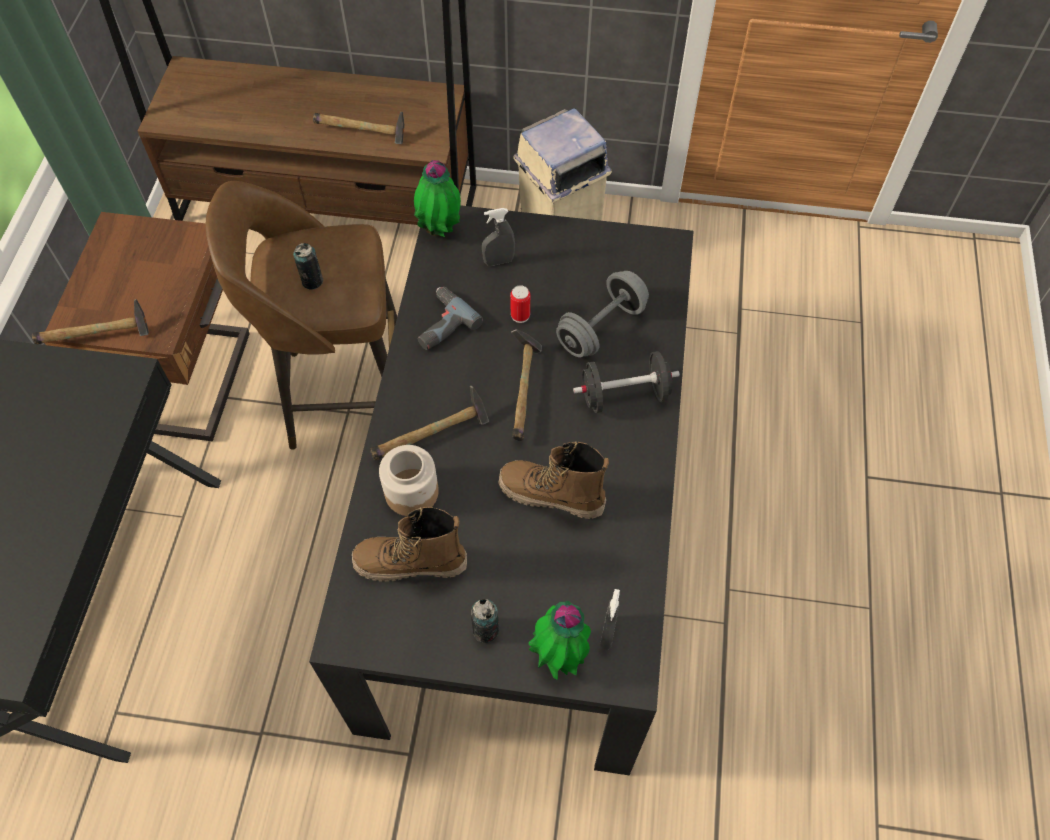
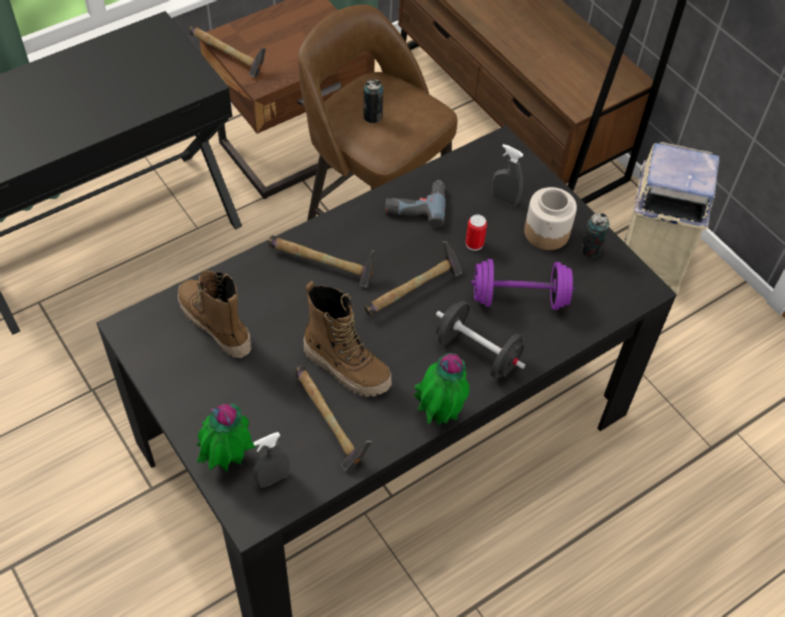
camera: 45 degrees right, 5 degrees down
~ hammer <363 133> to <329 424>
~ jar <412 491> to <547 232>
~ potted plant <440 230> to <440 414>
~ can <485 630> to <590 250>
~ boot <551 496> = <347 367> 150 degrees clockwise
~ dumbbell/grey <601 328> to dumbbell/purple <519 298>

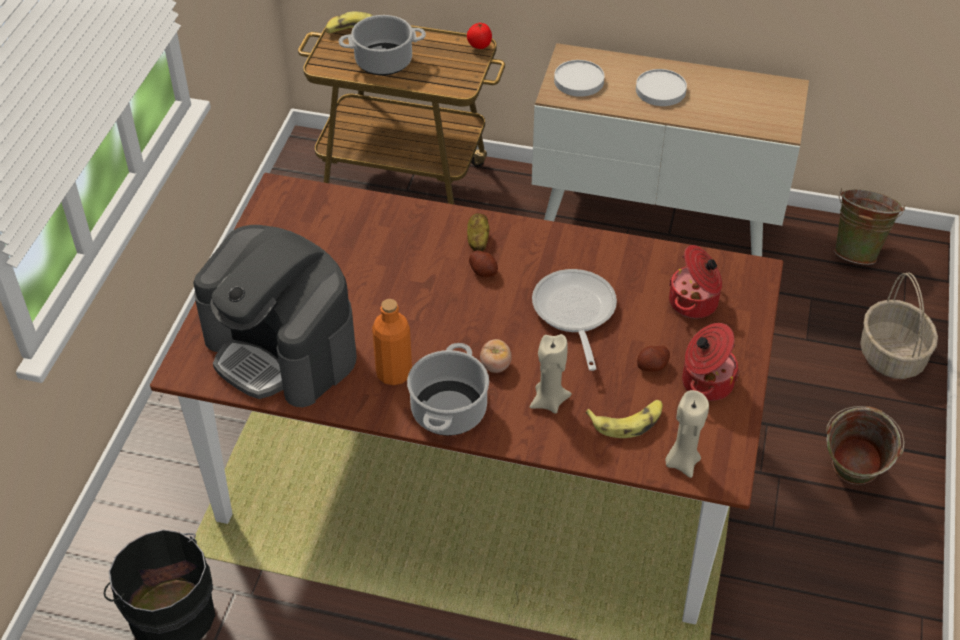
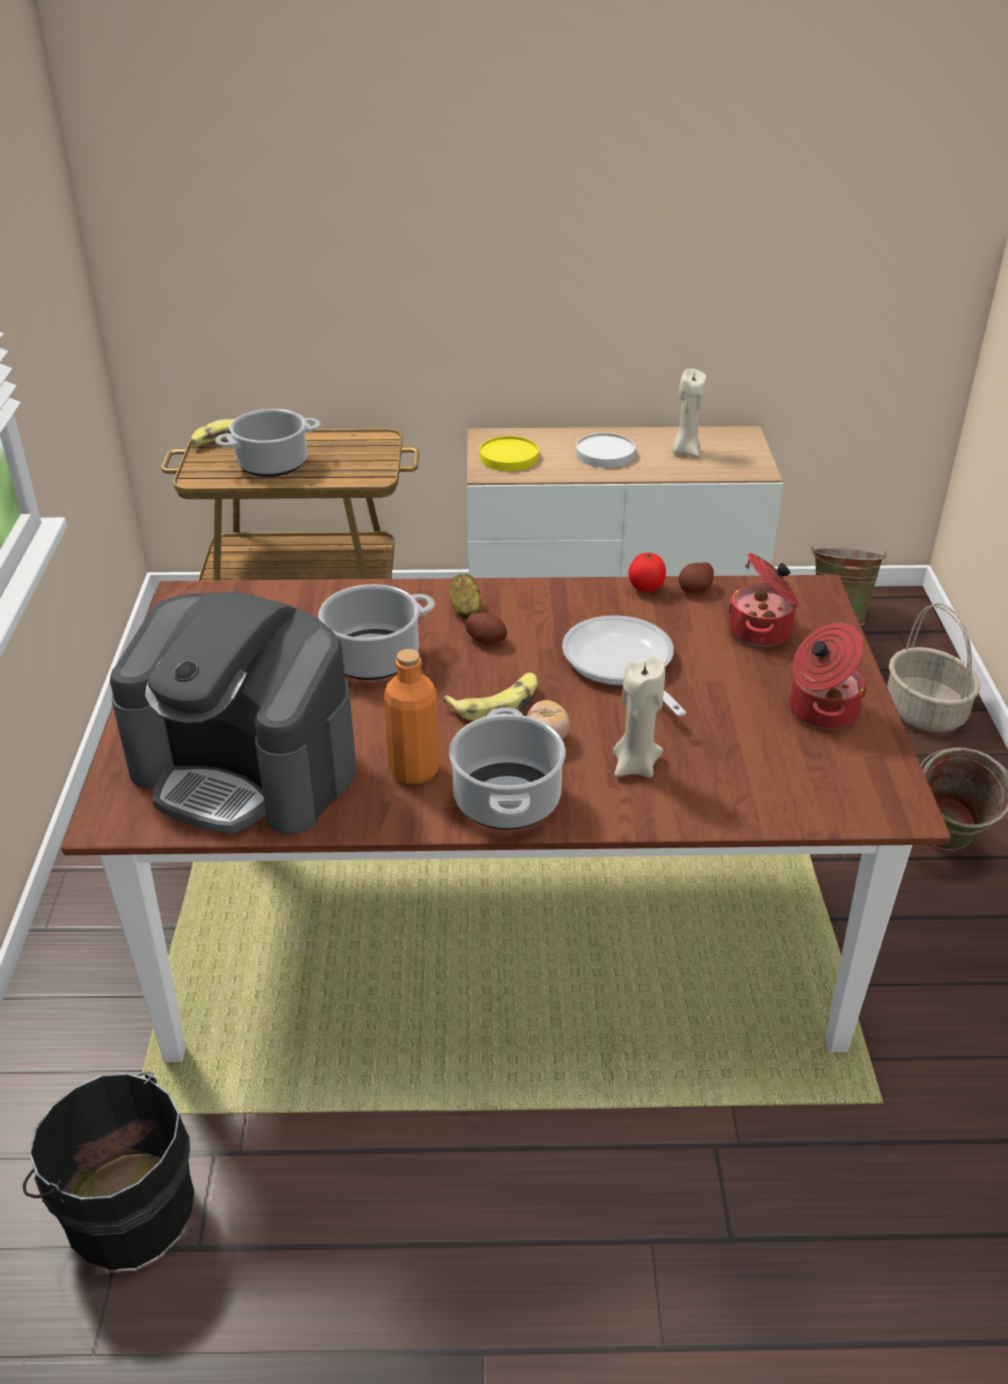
camera: 15 degrees left, 10 degrees down
~ tomato <479 46> to <645 588>
~ plate/white <578 81> to plate/yellow <508 457>
~ banana <627 421> to <497 704>
~ potato <652 366> to <695 589>
~ candle/beige <682 462> to <685 451>
+ cooking pot <373 657>

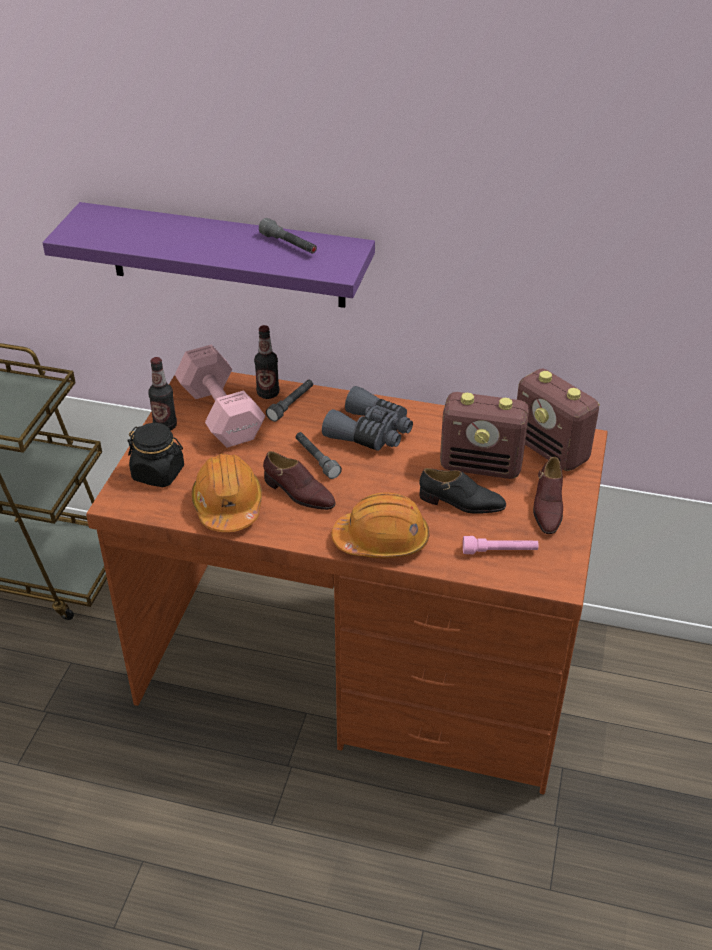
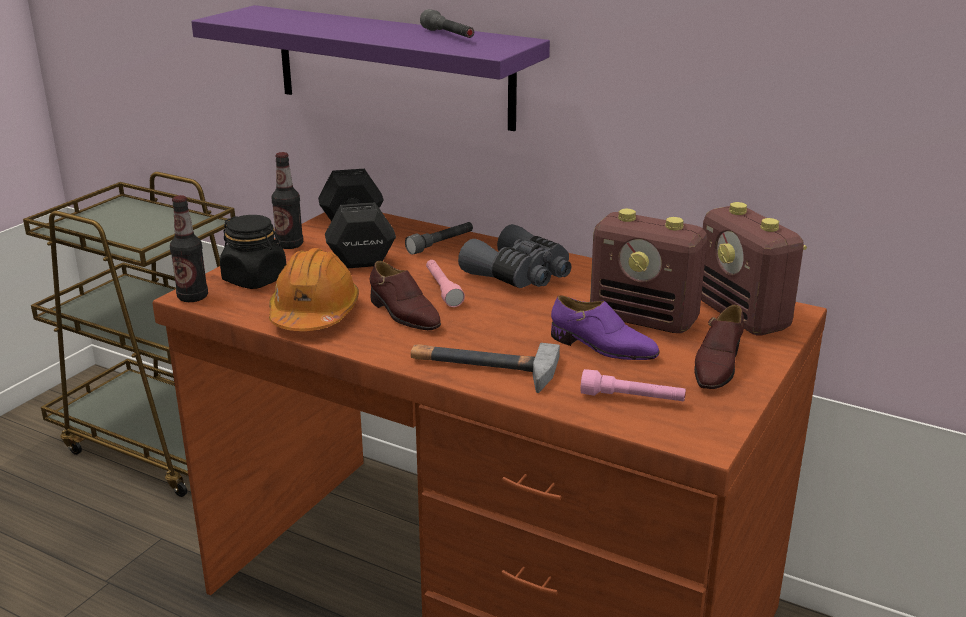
camera: 15 degrees right, 15 degrees down
~ dumbbell/pink <221 416> to dumbbell/black <355 244>
~ bottle <268 393> to <193 297>
~ flashlight/grey <316 460> to flashlight/pink <442 290>
~ hard hat/orange <382 540> to hammer <481 368>
~ shoe/black <461 503> to shoe/purple <602 348>

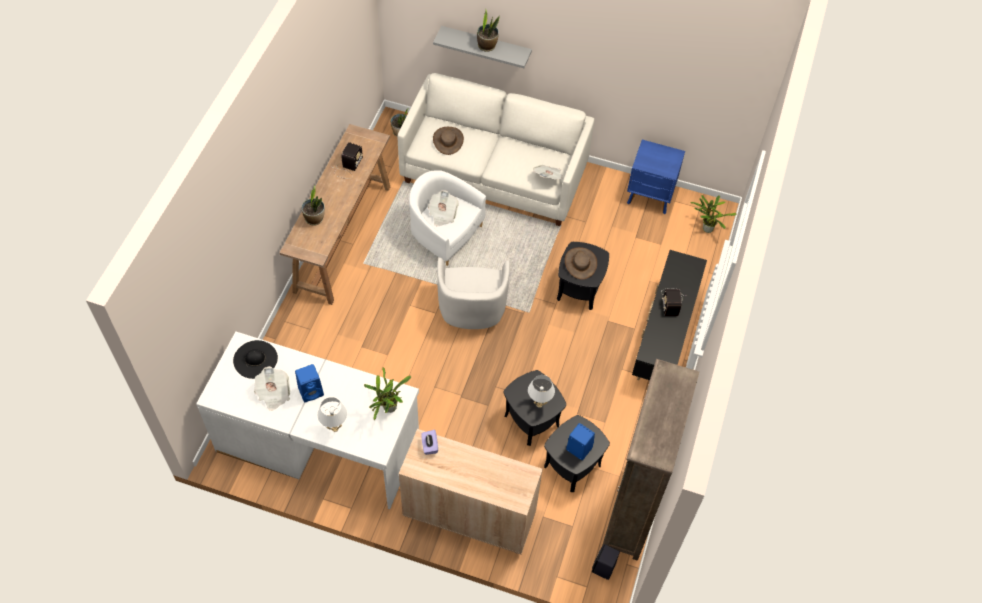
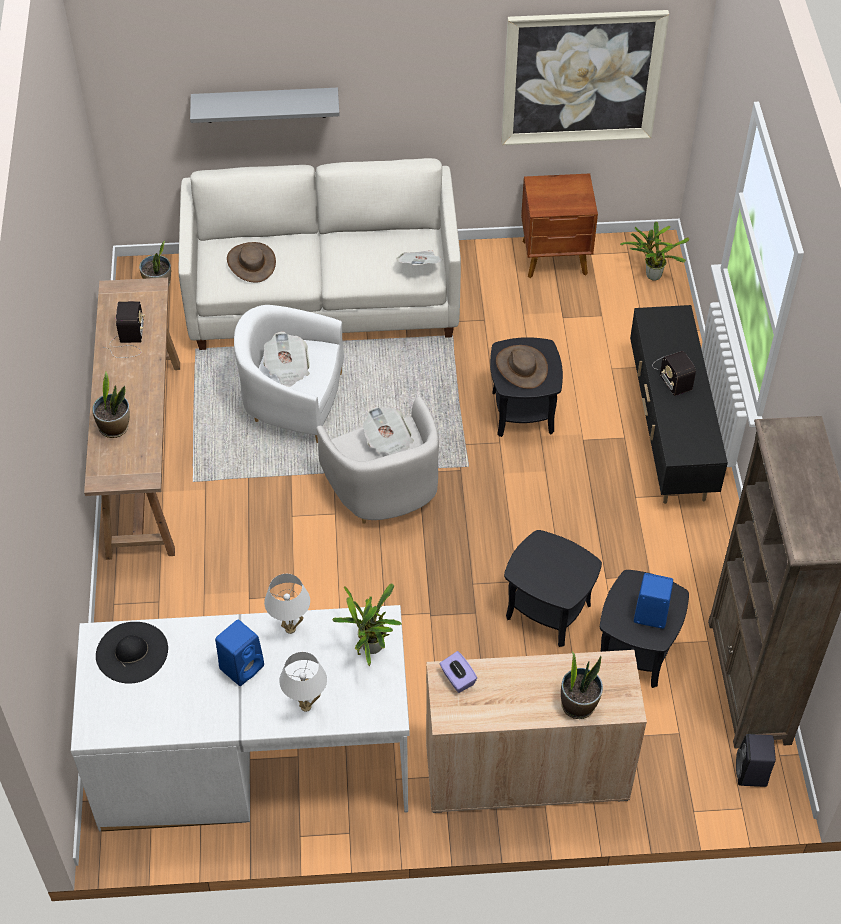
camera: 20 degrees left, 5 degrees down
~ newspaper <273 393> to <388 442>
~ potted plant <487 46> to <578 704>
~ table lamp/white <539 404> to <290 629>
~ nightstand/blue <650 196> to nightstand/brown <555 258>
+ picture <581 77>

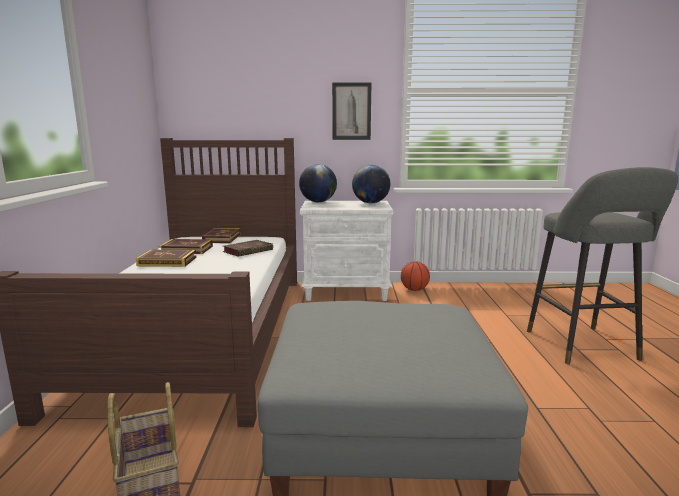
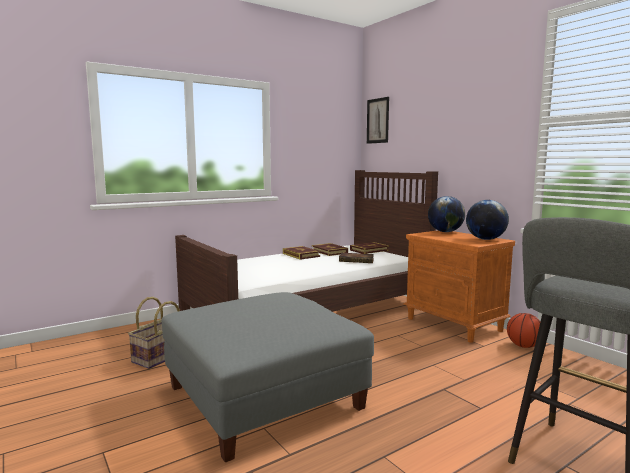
camera: 55 degrees right, 5 degrees down
~ nightstand/white <347 292> to nightstand/orange <454 324>
~ picture <351 111> to <377 121>

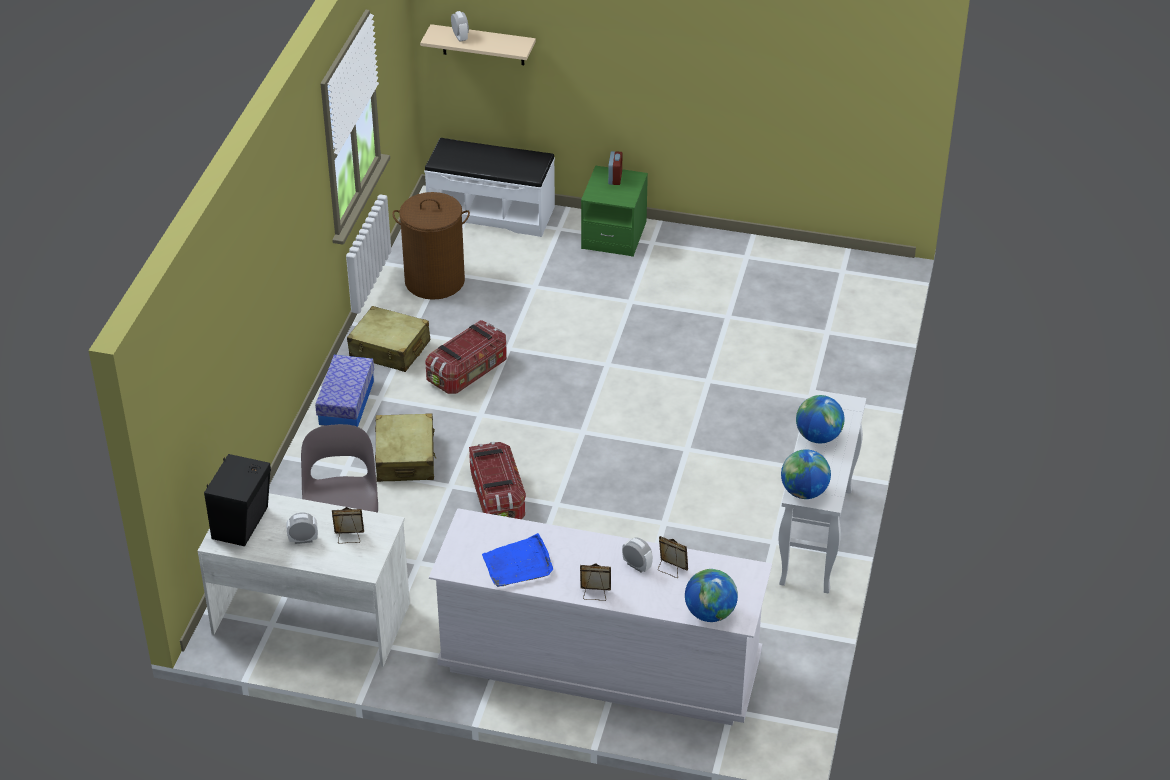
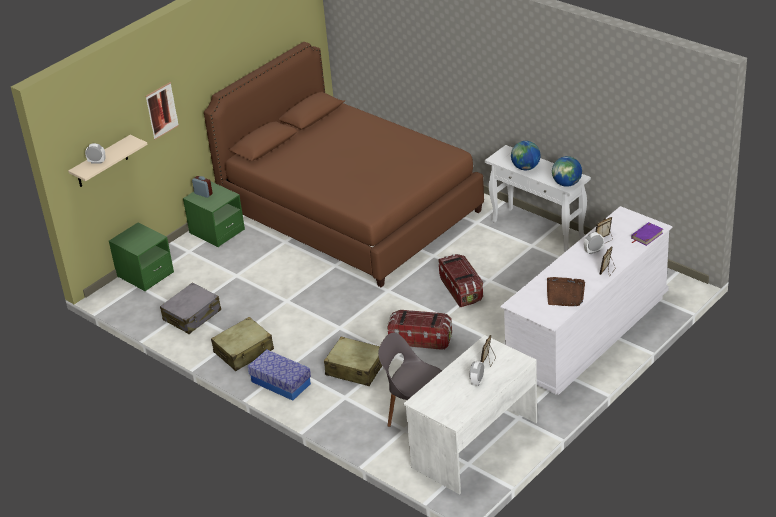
camera: 60 degrees left, 5 degrees down
- speaker/black <243 523>
~ laundry basket/brown <435 281> to suitcase/grey <192 315>
~ bench/white <491 212> to nightstand/green <145 274>
~ storage box <468 372> to <461 290>
~ tray/blue <518 564> to tray/brown <565 293>
~ globe <710 613> to book/purple <646 235>
+ picture <162 110>
+ bed/brown <351 212>

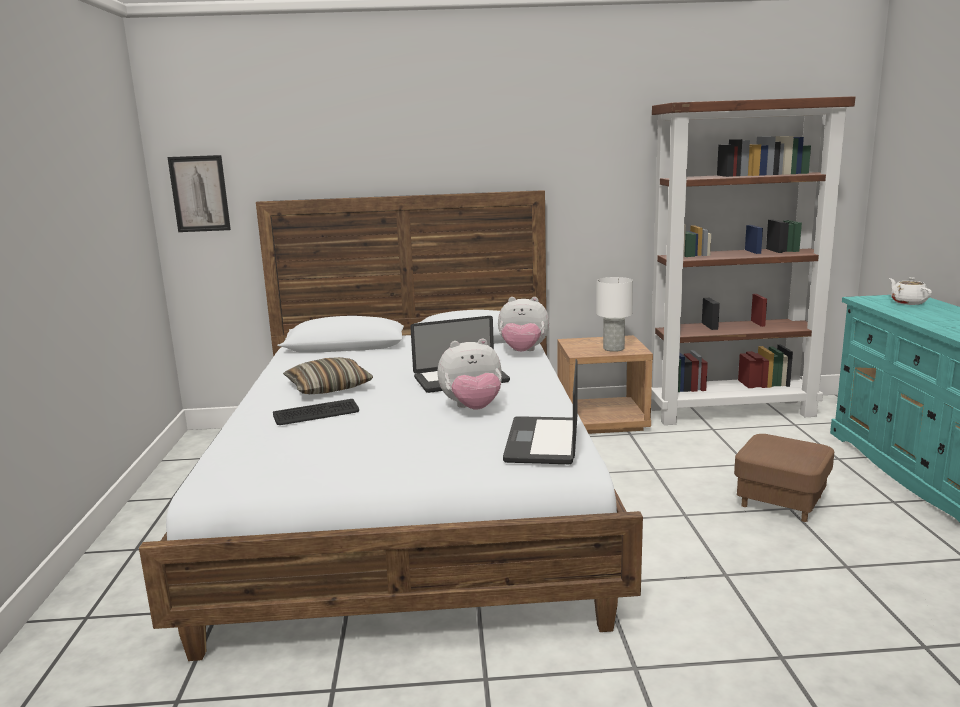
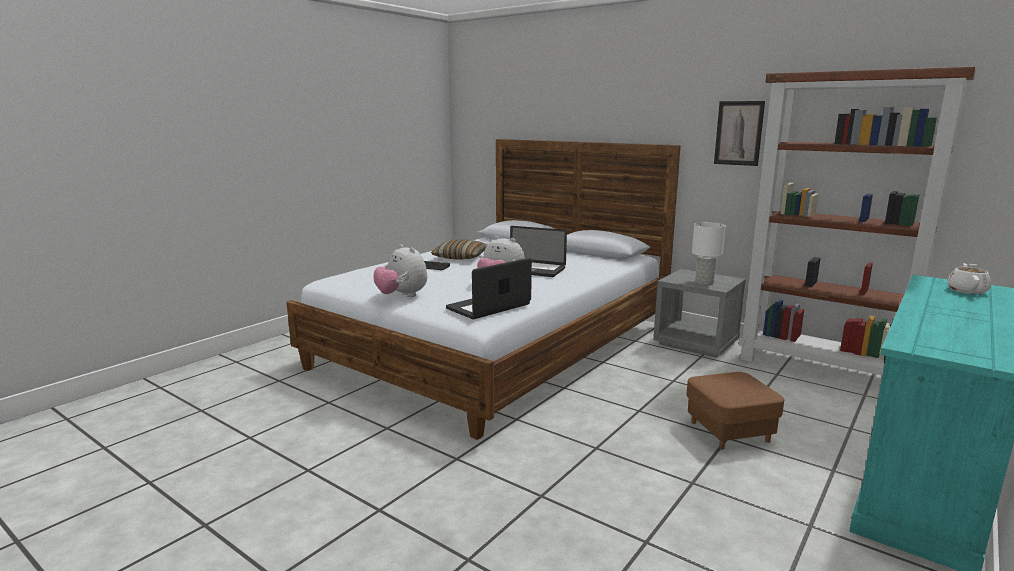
camera: 40 degrees right, 0 degrees up
~ picture <199 194> to <738 133>
~ plush toy <523 352> to <402 296>
~ nightstand/brown <602 421> to nightstand/grey <696 343>

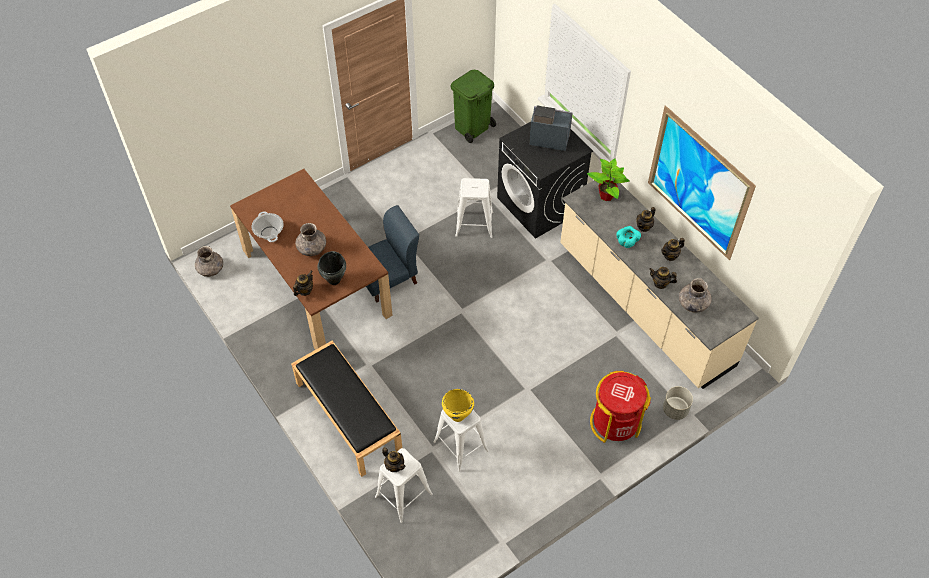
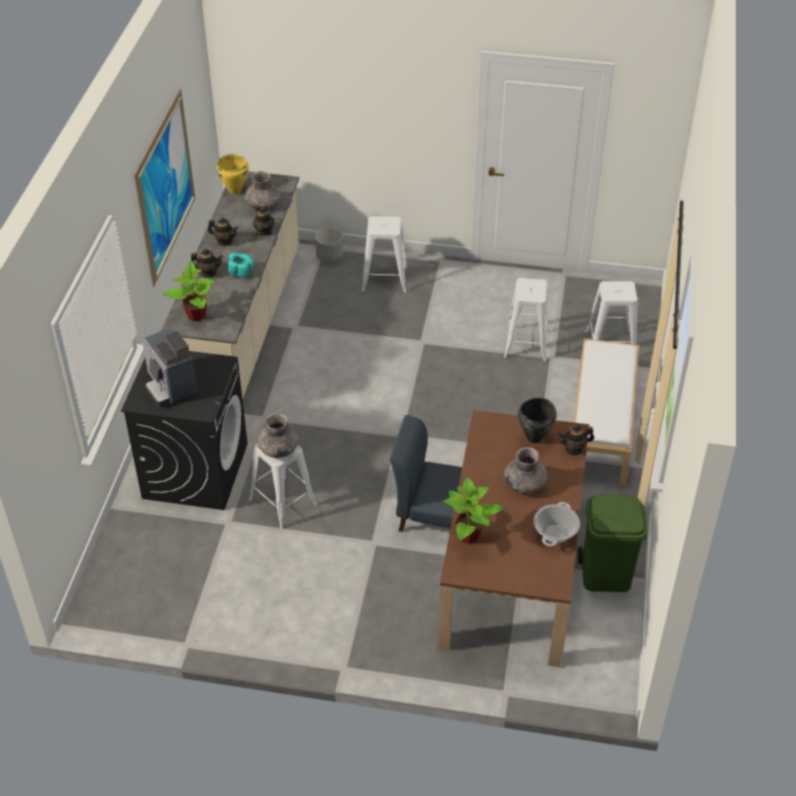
camera: 135 degrees left, 10 degrees down
~ vase/grey <211 269> to <278 449>
~ bench/black <347 416> to bench/white <602 427>
- teapot <394 466>
~ cooking pot/yellow <457 416> to <235 190>
~ trash can/green <472 127> to <606 575>
~ trash can/red <615 422> to stool/white <384 279>
+ potted plant <469 536>

